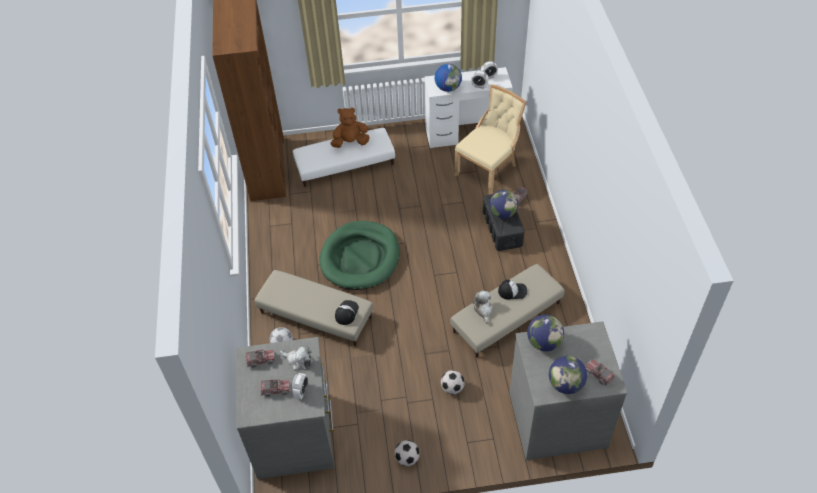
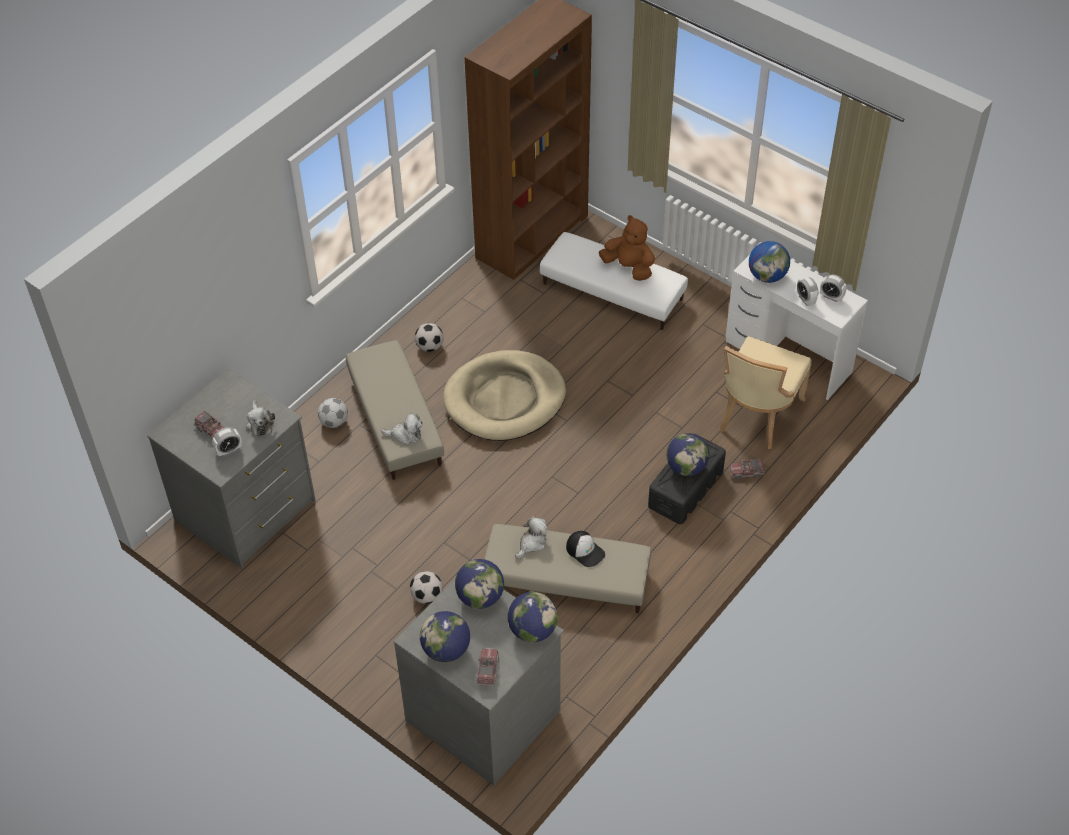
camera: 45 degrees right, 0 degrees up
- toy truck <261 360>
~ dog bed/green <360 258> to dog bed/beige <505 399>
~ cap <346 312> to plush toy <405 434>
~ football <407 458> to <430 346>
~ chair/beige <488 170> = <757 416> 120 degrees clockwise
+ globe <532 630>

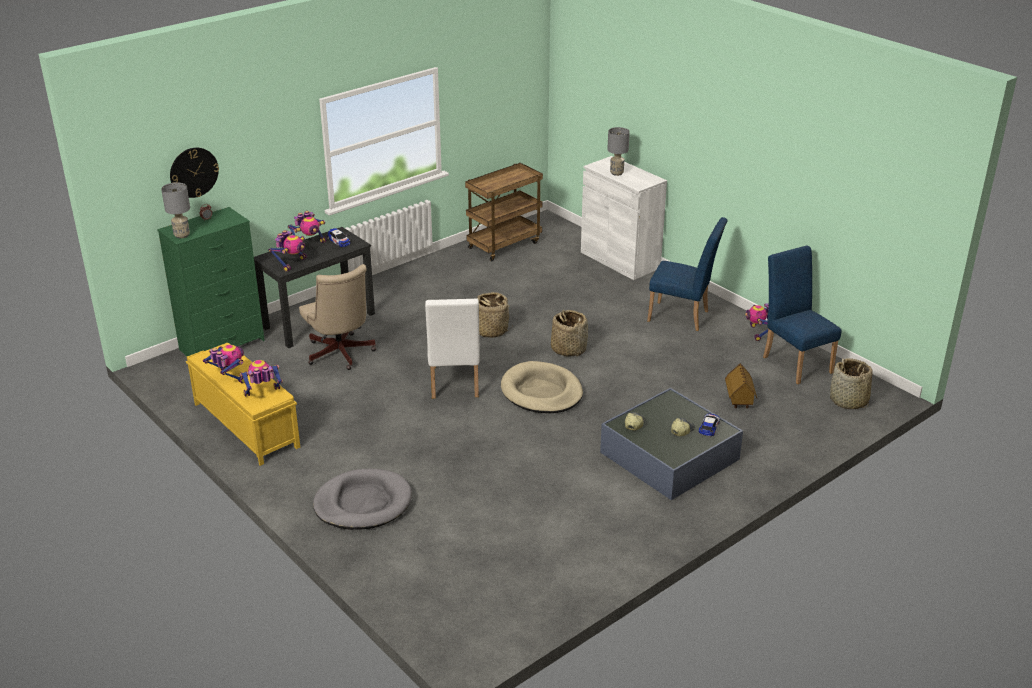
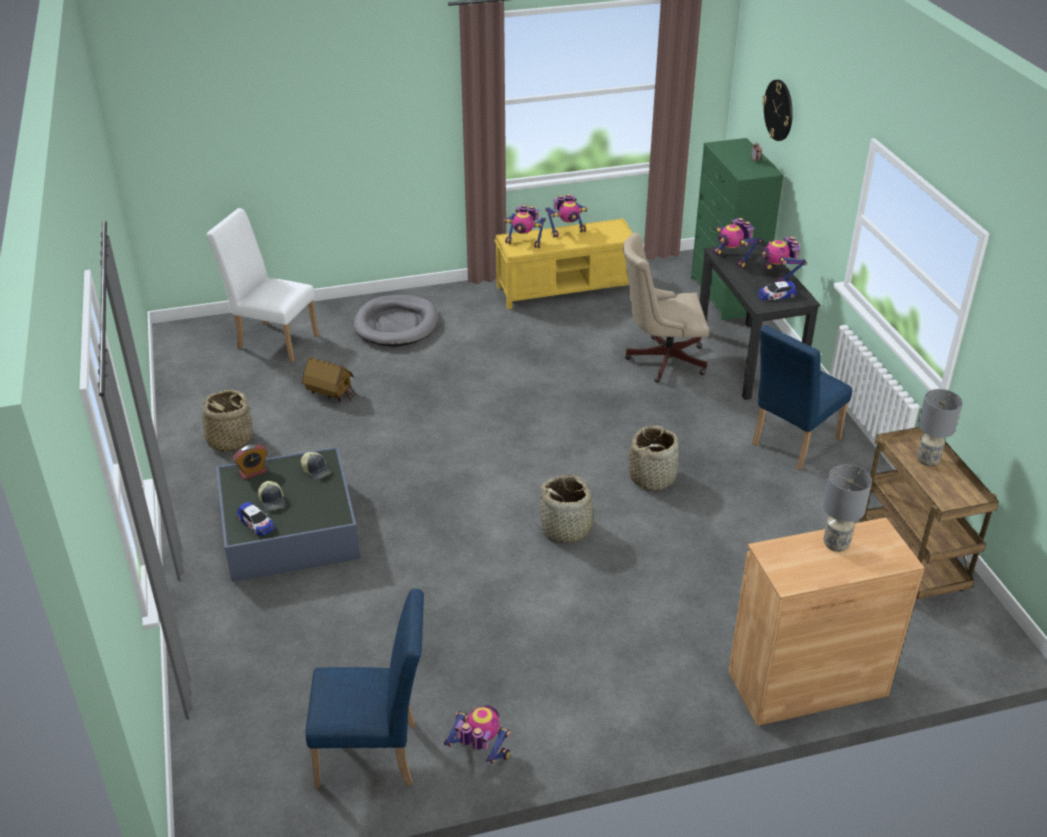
camera: 115 degrees right, 5 degrees up
~ table lamp/grey <182 235> to <928 460>
~ toy robot <263 394> = <524 243> 105 degrees clockwise
~ chair/white <454 385> to <273 340>
- dog bed/beige <541 392>
~ cabinet/white <620 260> to cabinet/brown <807 683>
~ chair/blue <683 317> to <791 444>
~ toy house <739 400> to <330 394>
~ basket <848 401> to <230 440>
+ alarm clock <253 472>

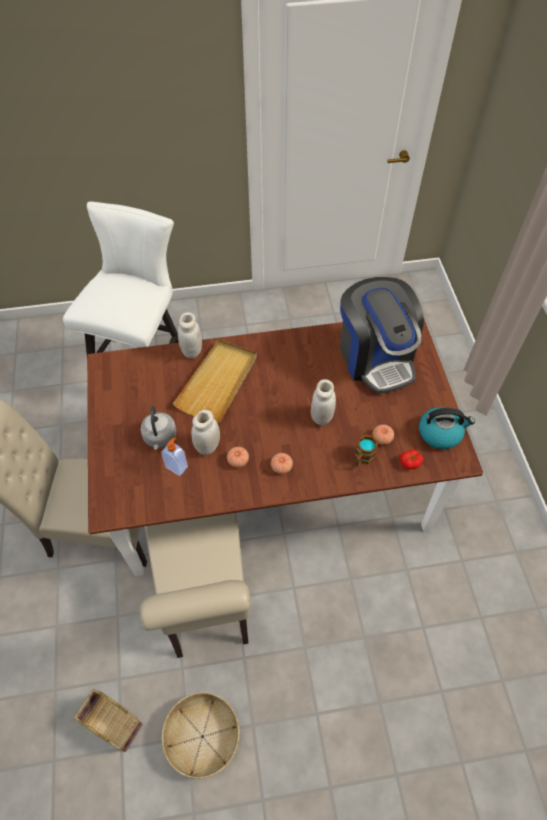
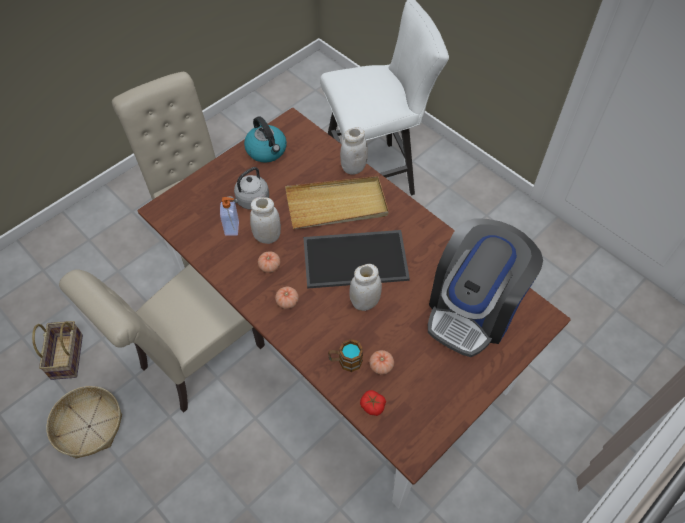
camera: 55 degrees right, 0 degrees up
~ kettle <440 433> to <267 150>
+ tray <356 258>

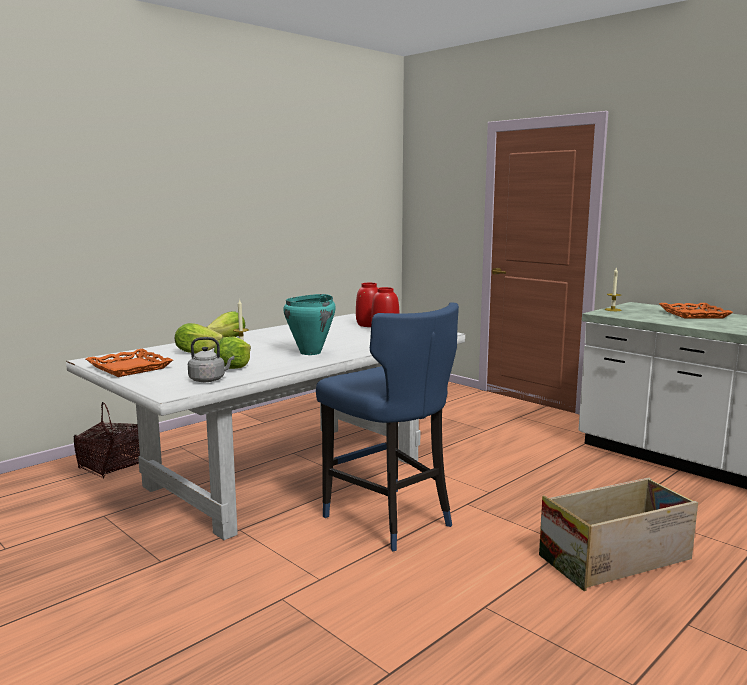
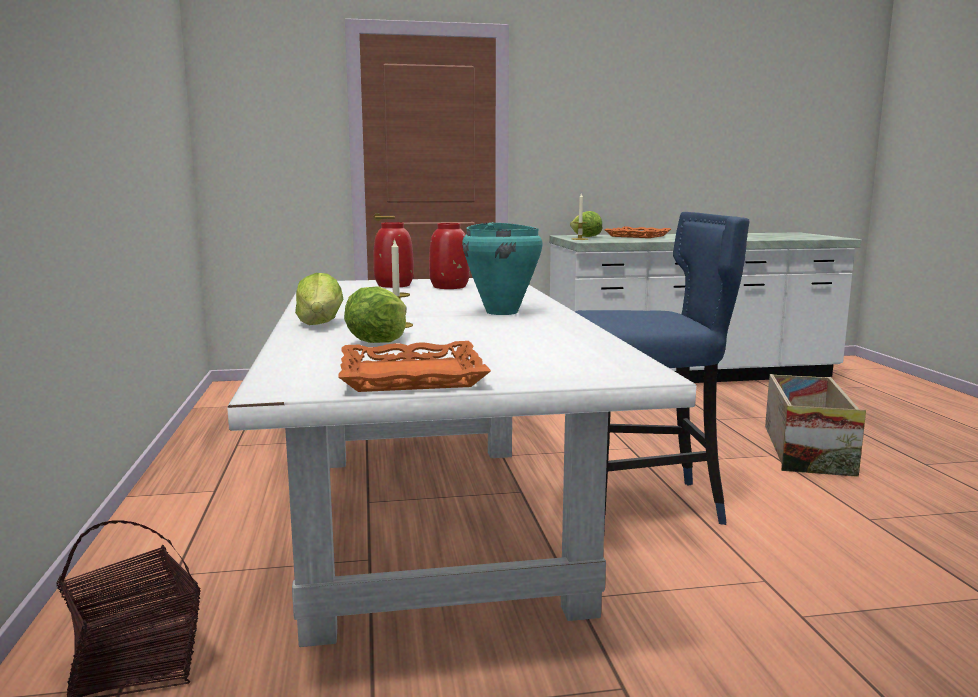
camera: 55 degrees left, 0 degrees up
- kettle/grey <209 380>
~ lettuce <233 367> to <586 237>

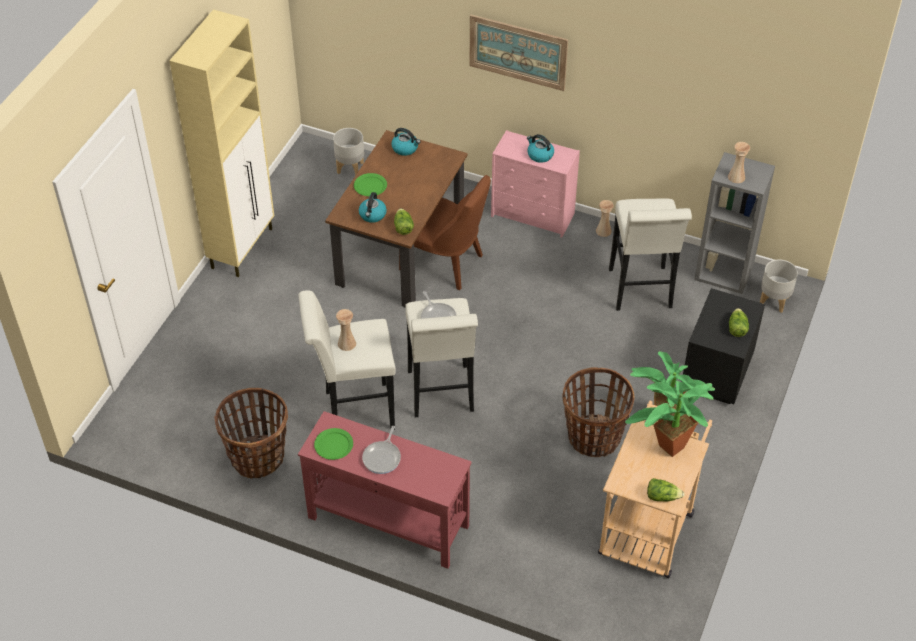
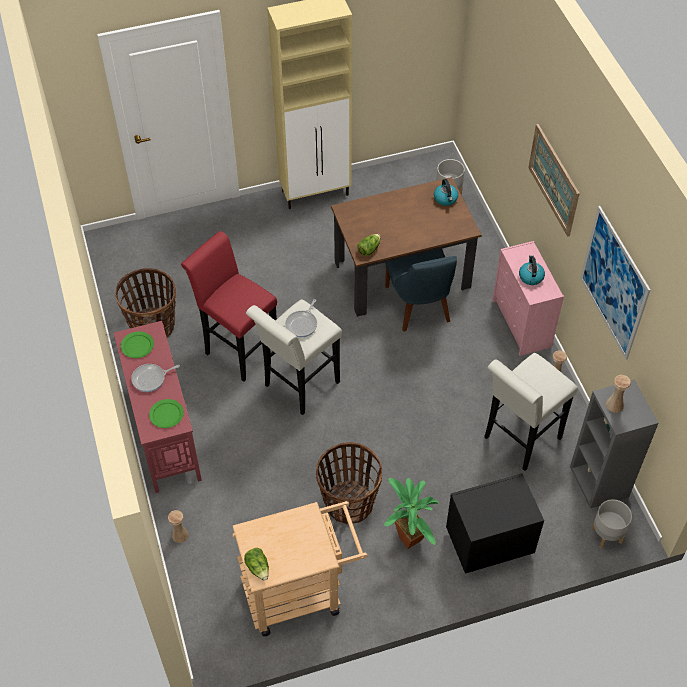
camera: 50 degrees right, 5 degrees up
~ stool/white <353 411> to stool/red <237 348>
~ vase/beige <347 343> to <180 535>
~ plate/green <370 186> to <166 415>
- kettle <372 215>
~ chair/brown <445 263> to chair/blue <419 306>
- potted plant <666 448>
- lettuce <736 328>
+ picture <614 283>

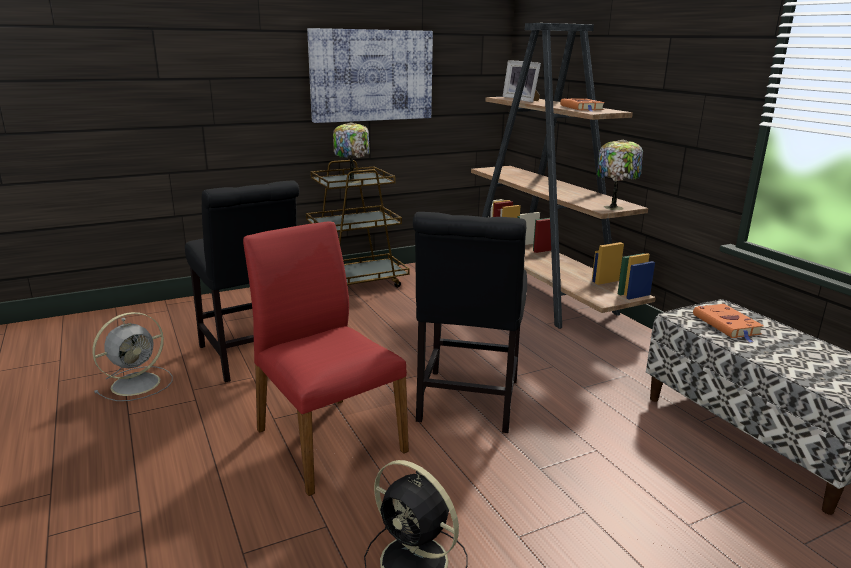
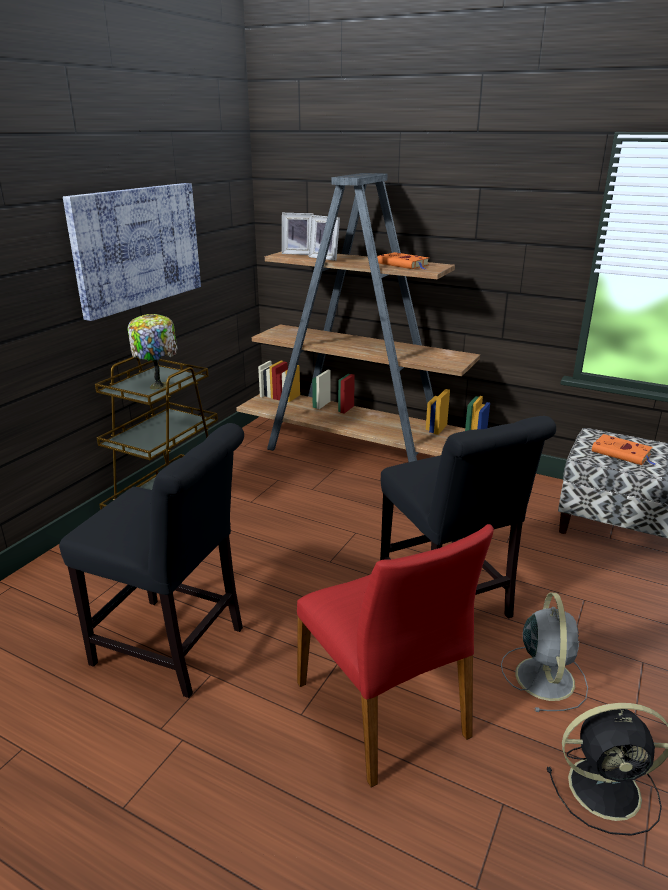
camera: 35 degrees left, 5 degrees up
~ fan/grey <138 383> to <544 676>
~ chair/red <327 440> = <384 709> 135 degrees counterclockwise
- table lamp <614 207>

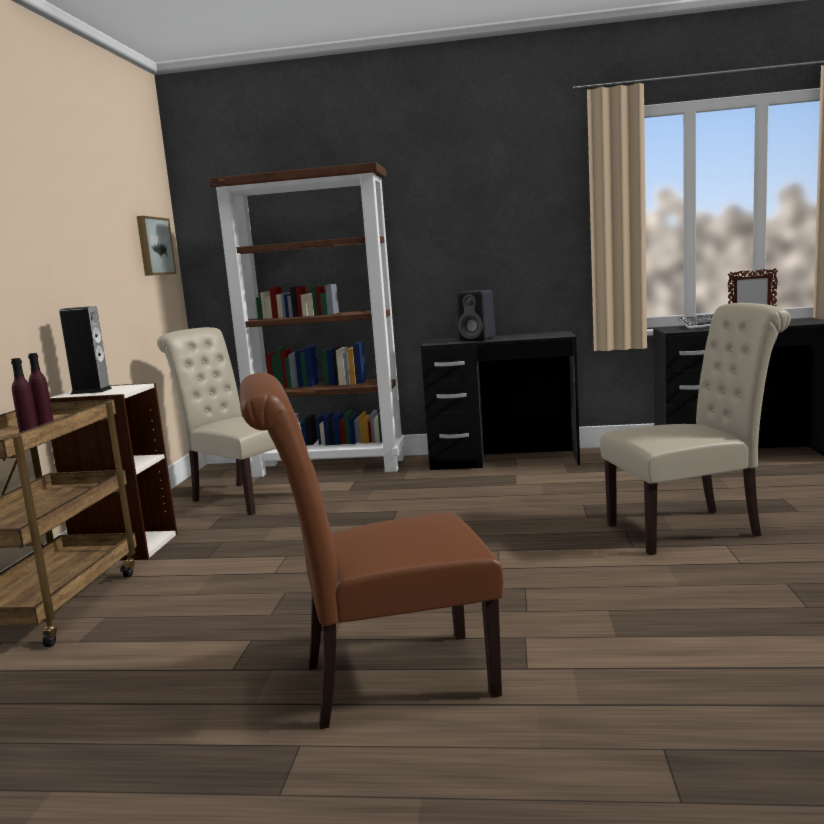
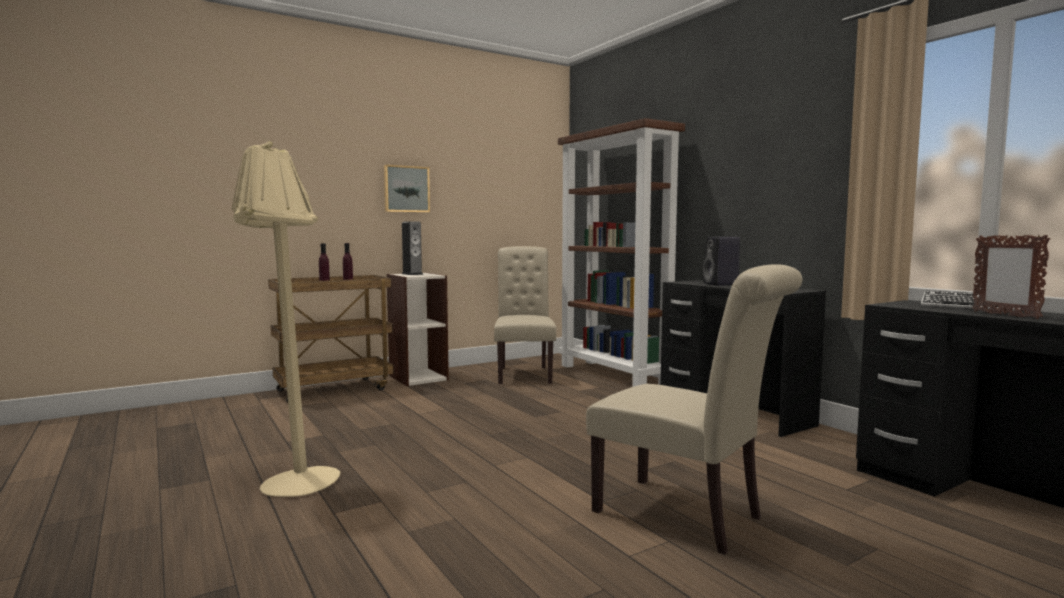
camera: 50 degrees right, 5 degrees down
~ picture <154 246> to <406 189>
~ chair/brown <385 681> to floor lamp/beige <292 478>

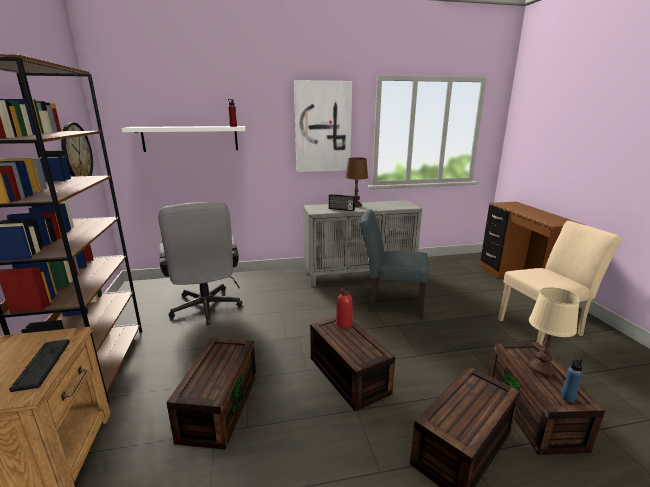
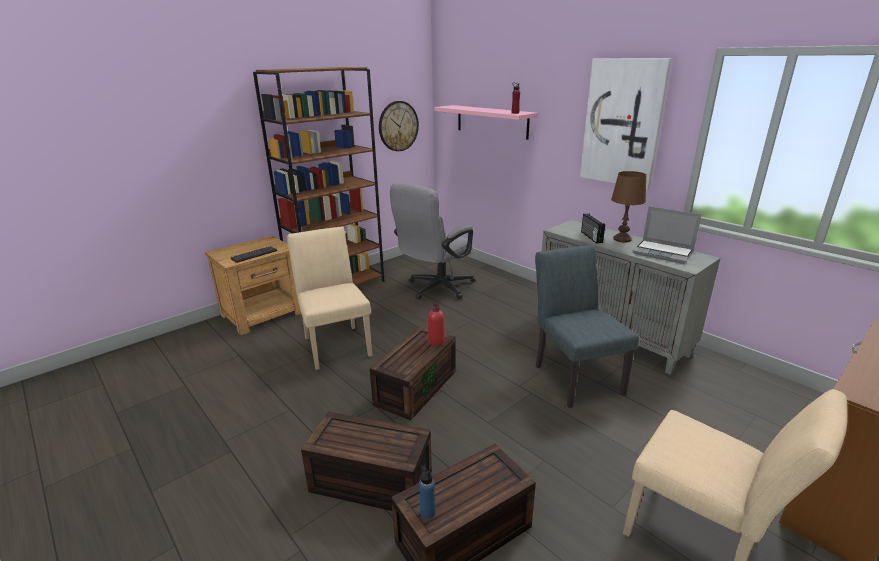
camera: 60 degrees right, 5 degrees up
~ shelf/white <190 138> to shelf/pink <491 121>
~ storage box/brown <219 405> to chair/beige <335 343>
- table lamp/beige <541 368>
+ laptop <663 252>

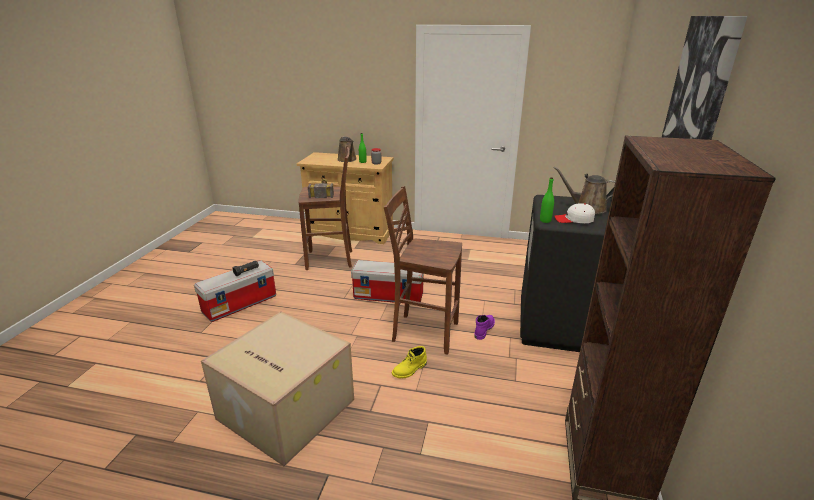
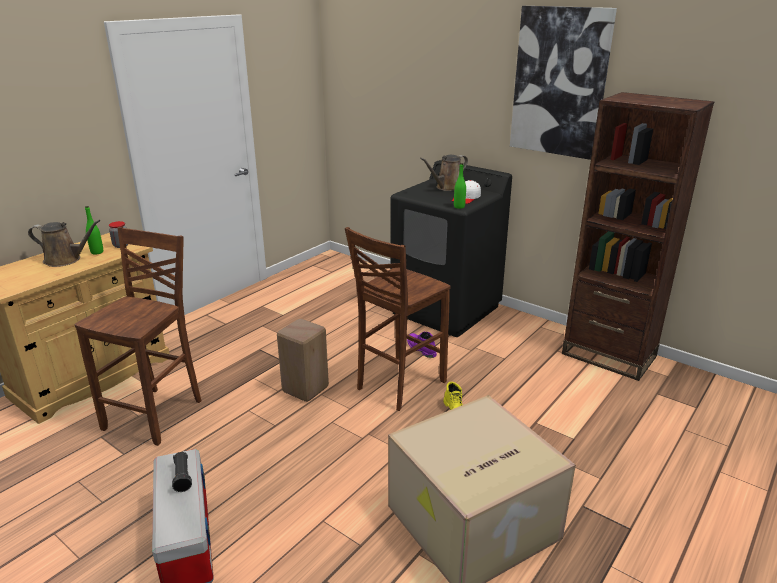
camera: 65 degrees left, 0 degrees up
- hammer <323 191>
~ storage box <389 296> to stool/beige <305 388>

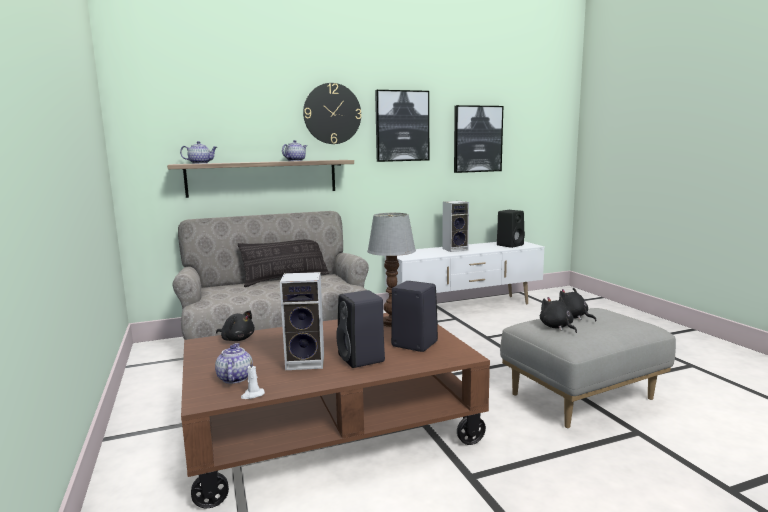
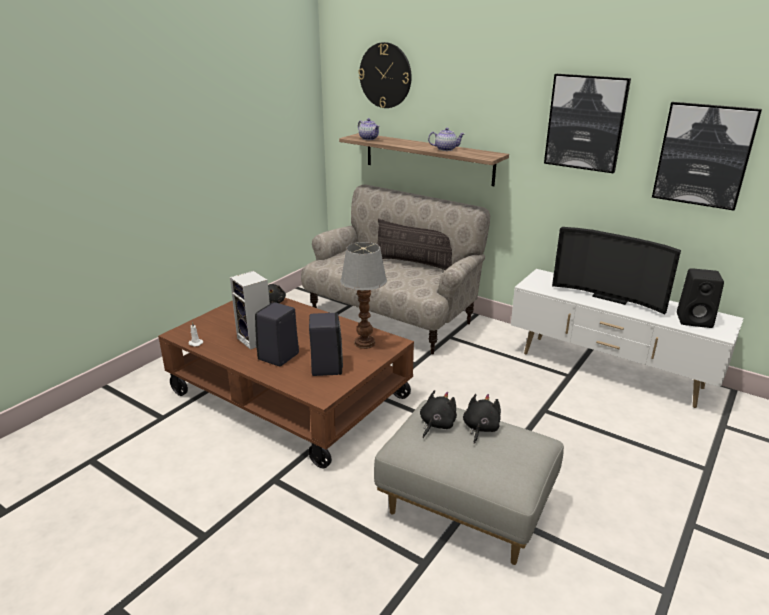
camera: 55 degrees right, 15 degrees up
- teapot <234 378>
~ wall clock <332 114> to <385 75>
~ speaker <455 249> to television <610 297>

